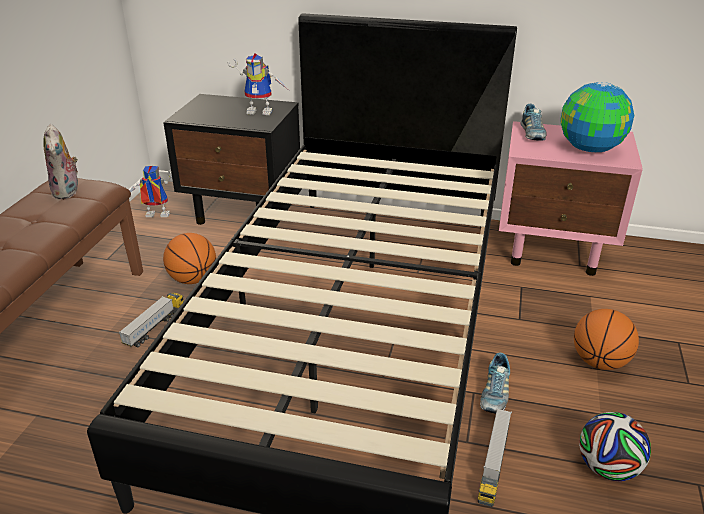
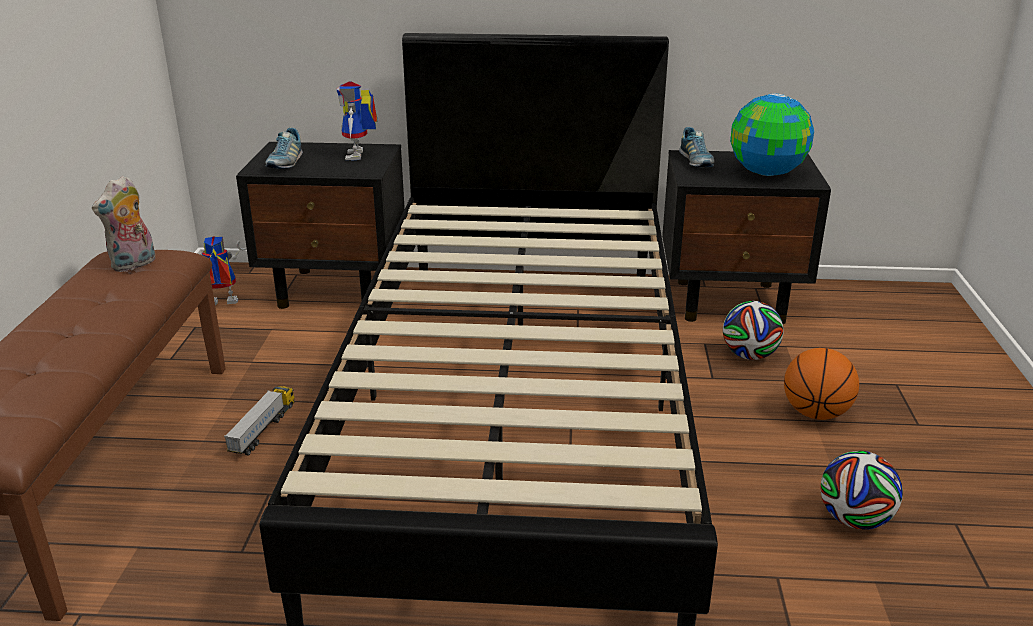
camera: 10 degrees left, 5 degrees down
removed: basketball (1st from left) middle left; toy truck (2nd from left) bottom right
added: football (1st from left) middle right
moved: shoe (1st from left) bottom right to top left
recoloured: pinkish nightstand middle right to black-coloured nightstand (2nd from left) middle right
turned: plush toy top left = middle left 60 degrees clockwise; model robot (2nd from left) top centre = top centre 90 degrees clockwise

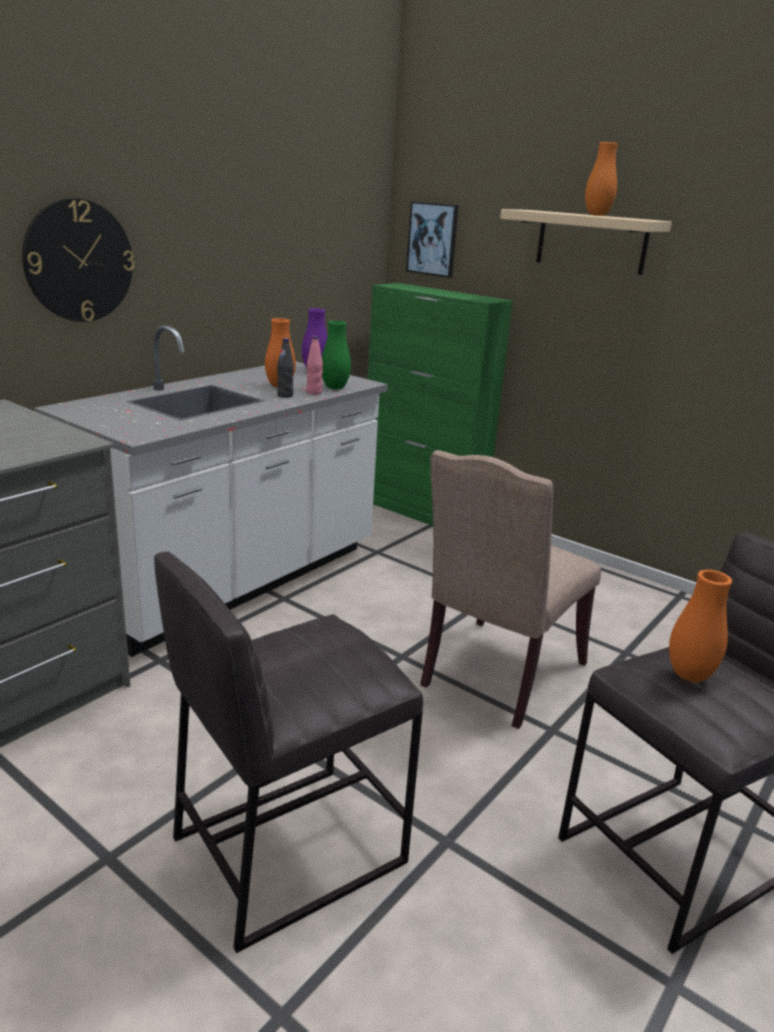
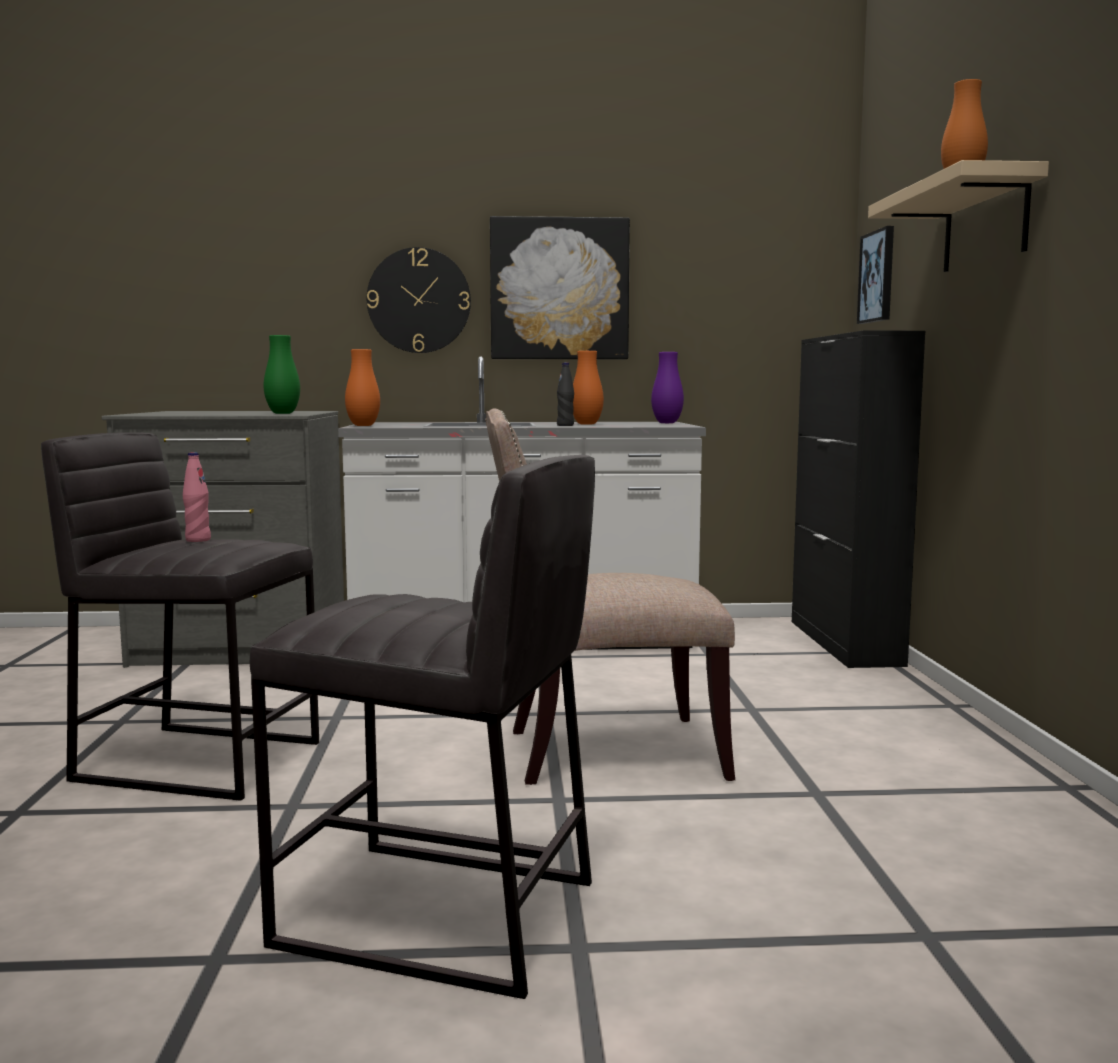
camera: 50 degrees right, 15 degrees down
added: wall picture (1st from left) top centre
moved: pinkish beverage bottle centre to middle left; green flower vase centre to middle left; orange-coloured flower vase (3rd from left in the first image) middle right to orange-coloured flower vase (1st from left) middle left
recoloured: green storage cabinet centre to black-coloured storage cabinet middle right

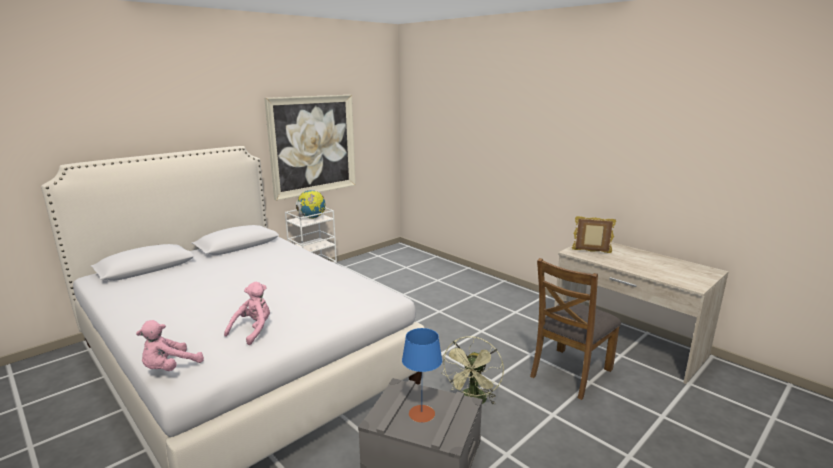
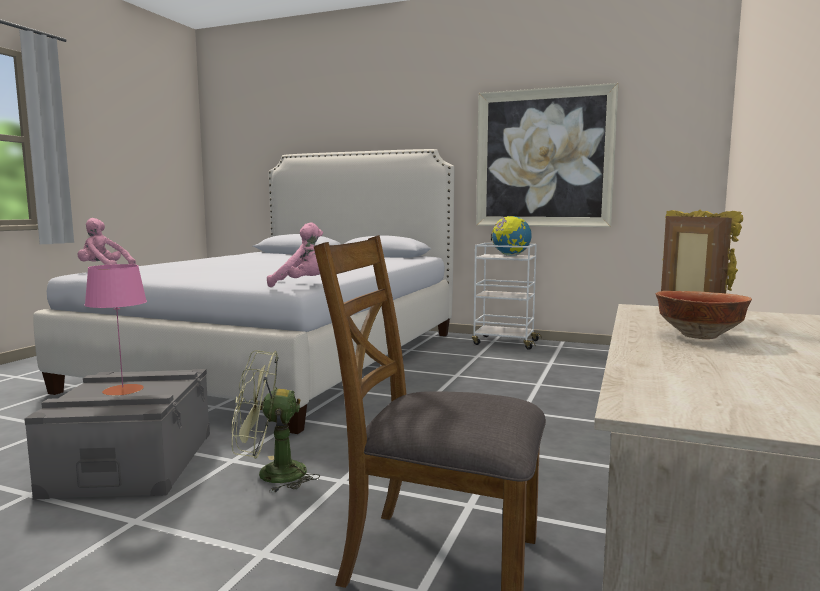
camera: 65 degrees right, 10 degrees down
added: serving bowl middle right
moved: pinkish plush toy (2nd from left) bottom left to centre
recoloured: blue lamp for a table bottom centre to pinkish lamp for a table middle left

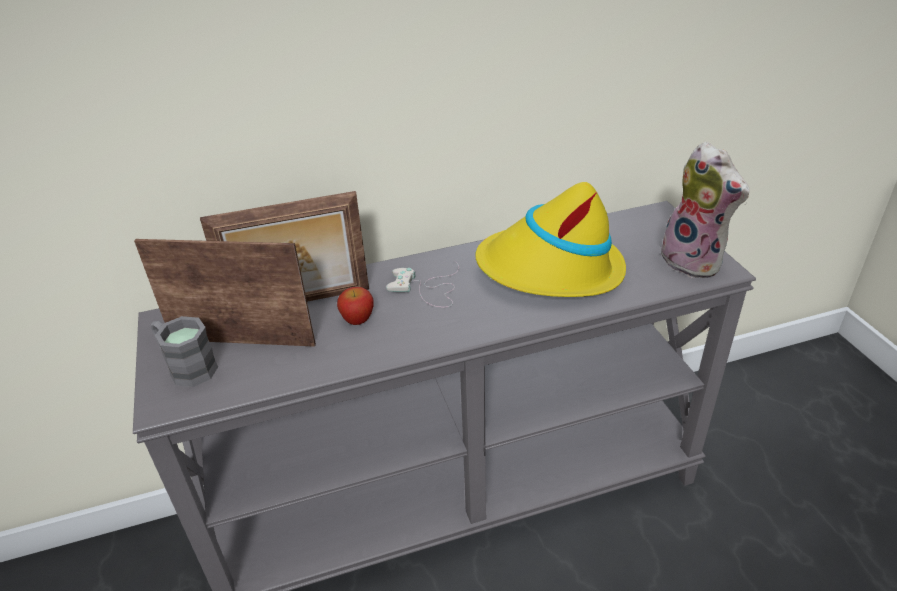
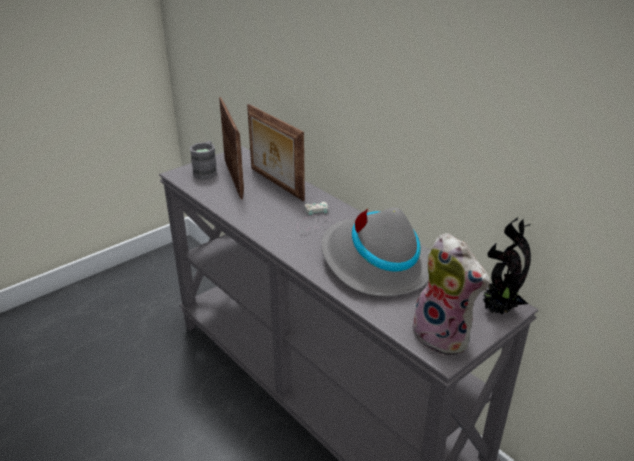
camera: 65 degrees right, 5 degrees down
removed: apple fruit centre
added: houseplant middle right
recoloured: yellow wearable hat centre to greyish wearable hat centre
turned: plush toy middle right = middle right 75 degrees counterclockwise

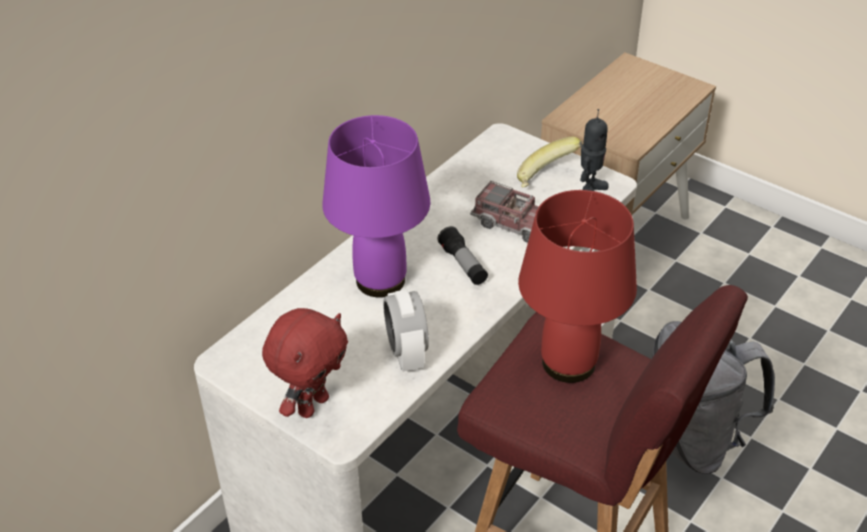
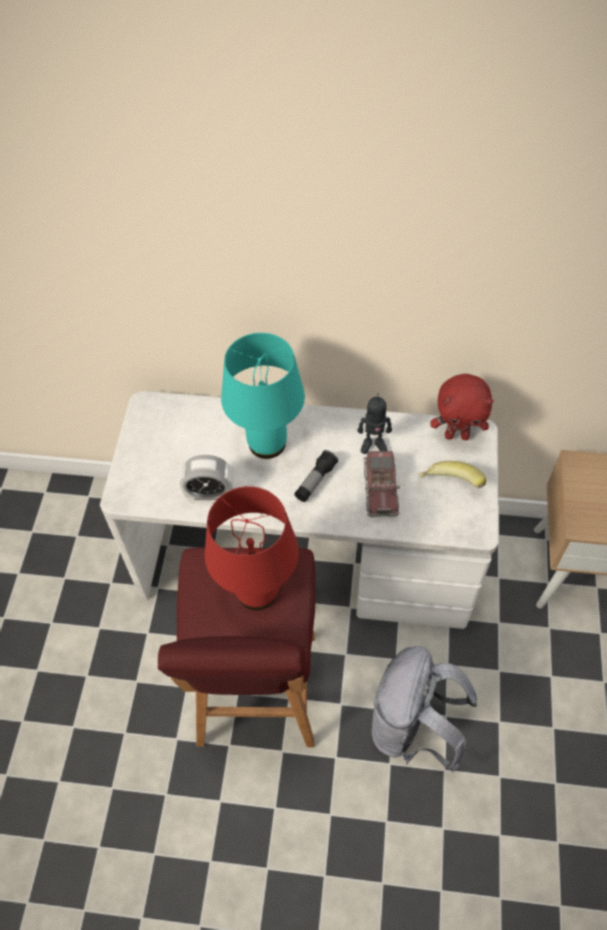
camera: 60 degrees right, 15 degrees up
moved: model robot top right to centre; red-coloured plush toy bottom centre to middle right
recoloured: purplish lamp for a table centre to blue-green lamp for a table centre
turned: table clock centre = centre 135 degrees counterclockwise

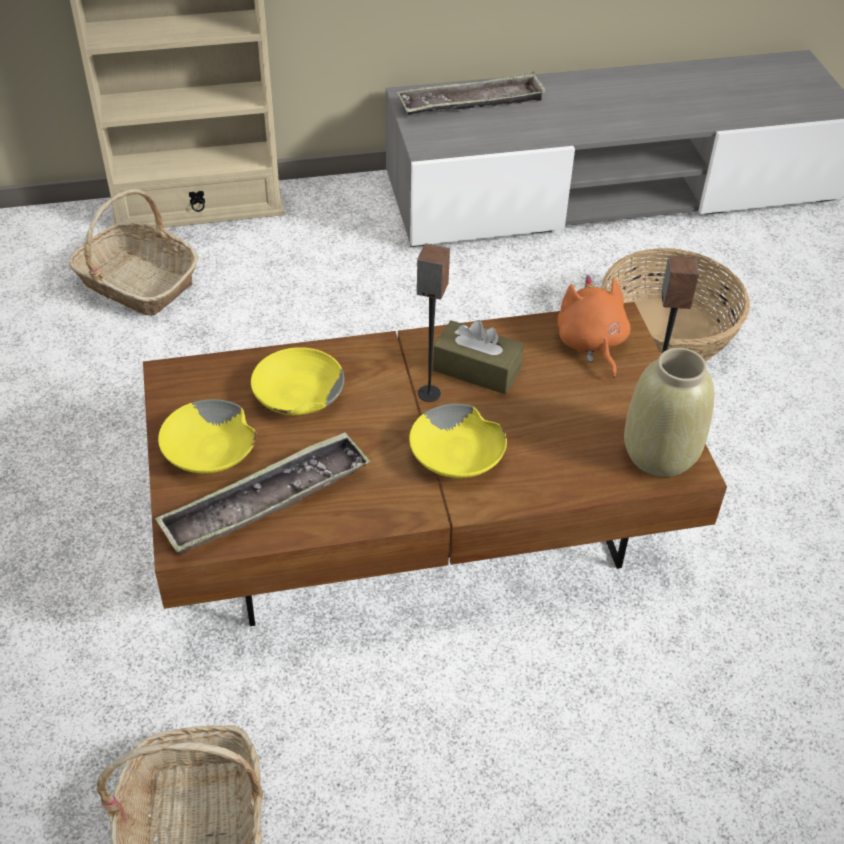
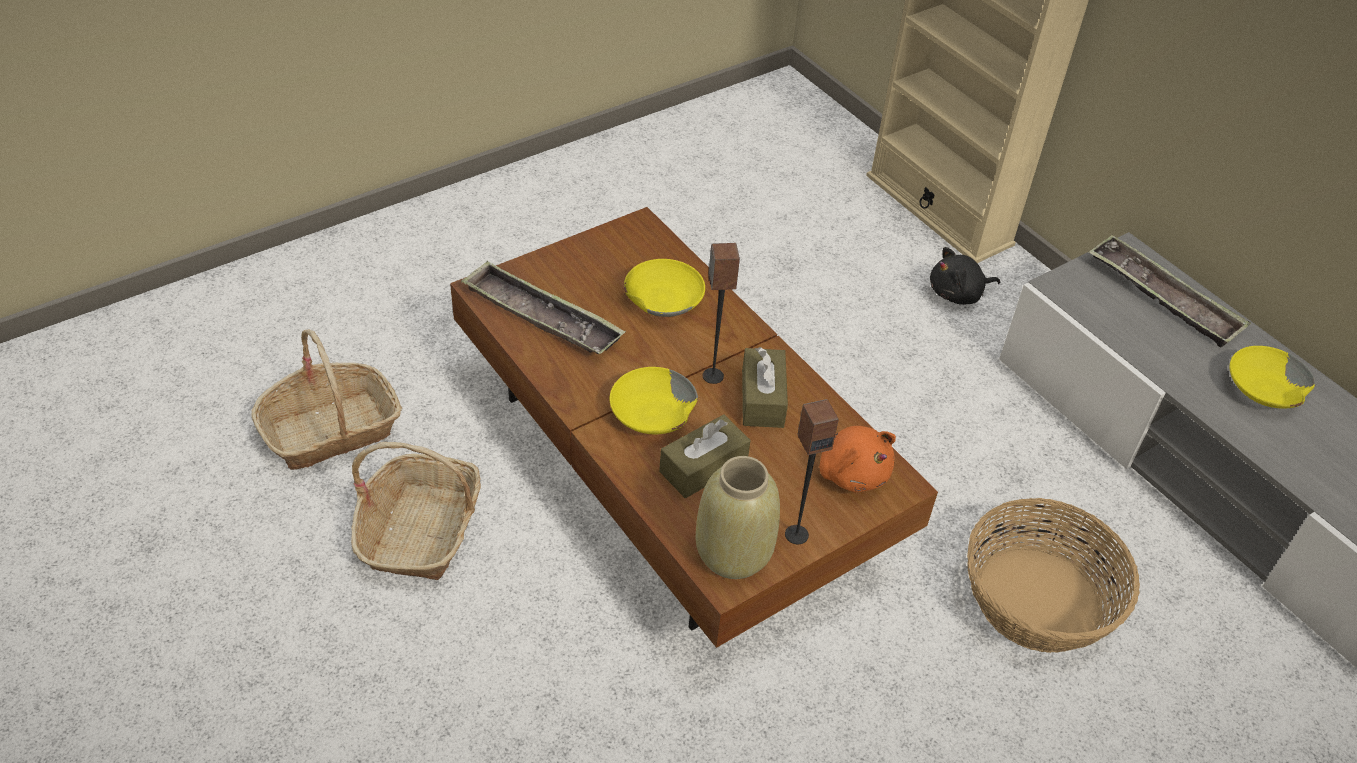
camera: 65 degrees right, 0 degrees up
added: brown-coloured tissue box (1st from left) centre; black-coloured plush toy middle right
moved: storage basket (1st from left in the first image) top left to storage basket (2nd from left) bottom left; yellow serving bowl (1st from left in the first image) middle left to yellow serving bowl (3rd from left) middle right
turned: orange-coloured plush toy middle right = centre 90 degrees clockwise

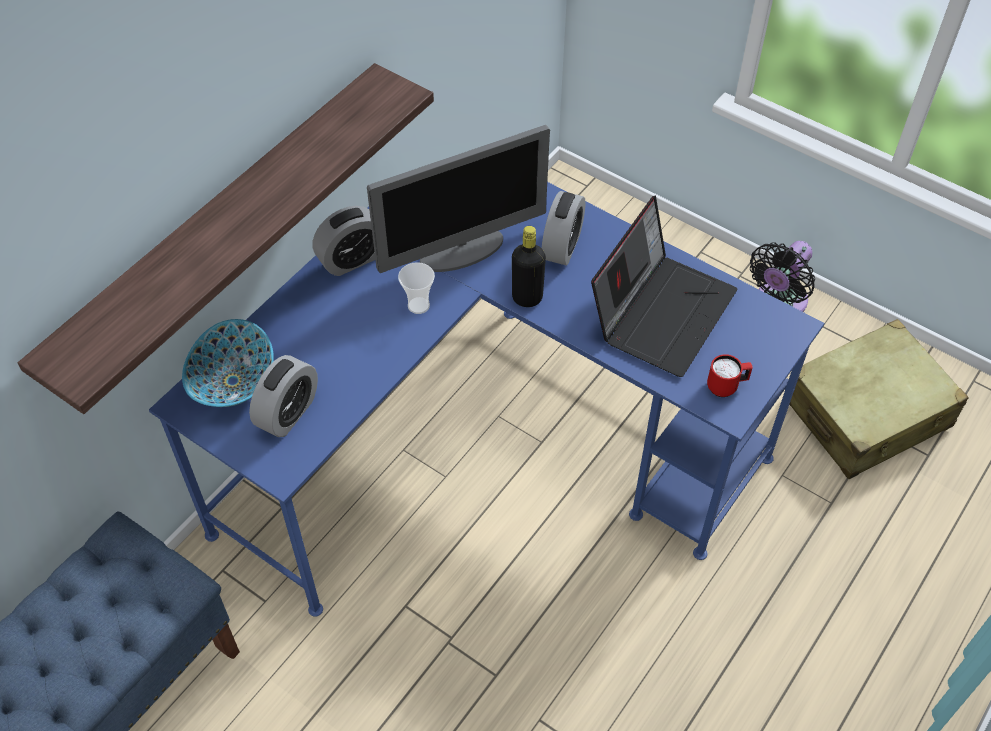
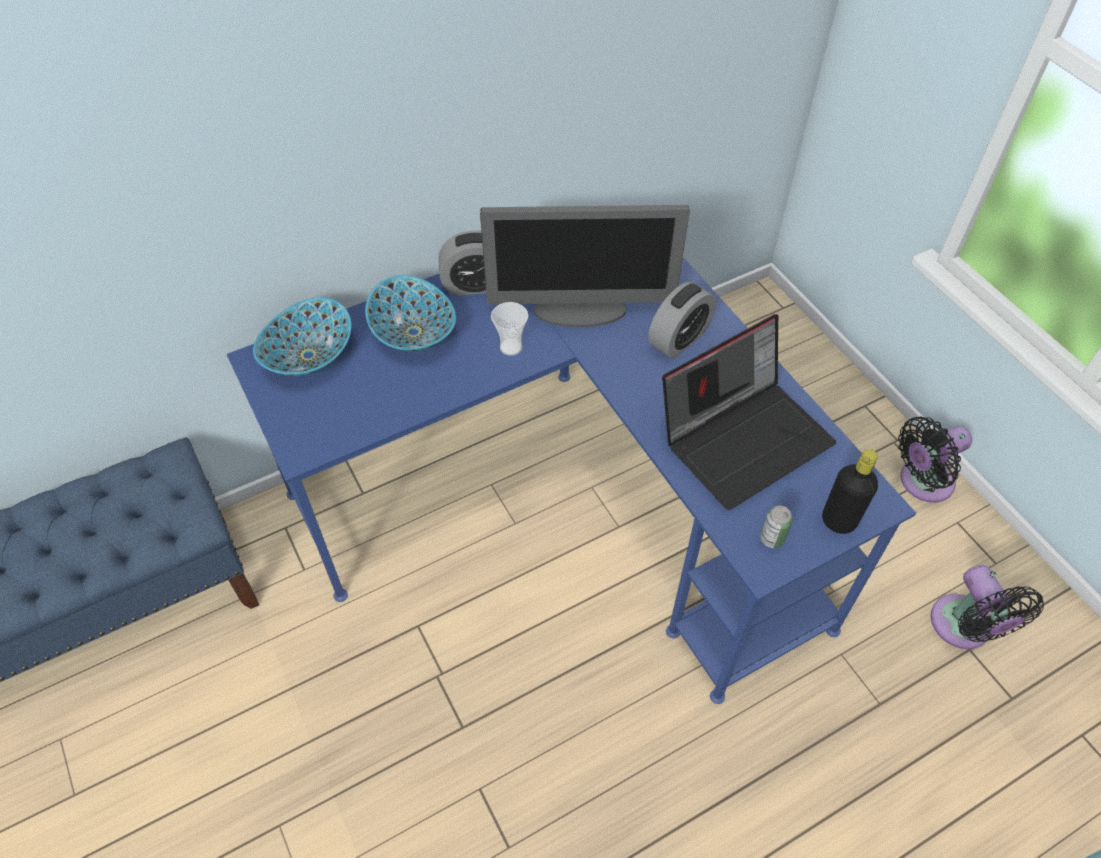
camera: 25 degrees right, 0 degrees up
removed: shelf top left; table clock (1st from left) middle left
added: serving bowl (2nd from left) centre
moved: black-coloured beverage bottle centre to middle right
replaced: red-coloured coffee mug middle right to sealed can middle right; beige-coloured travel case middle right to black-coloured fan (2nd from left) bottom right

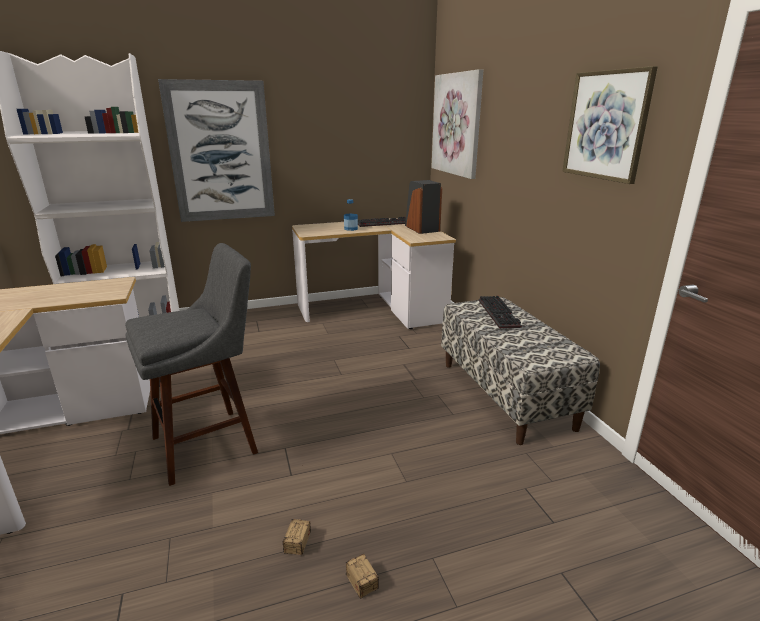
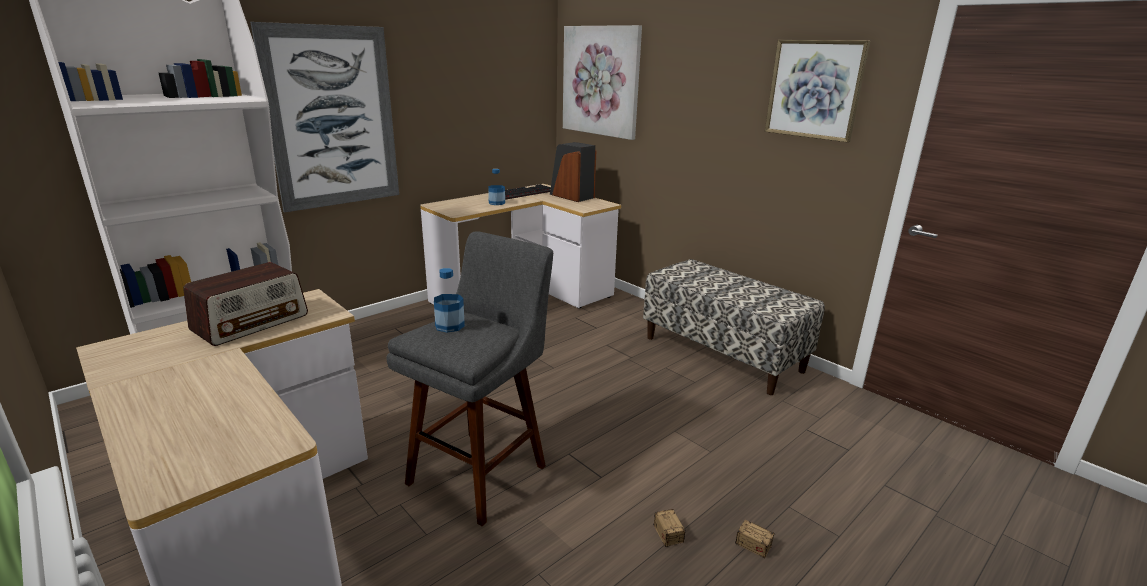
camera: 25 degrees left, 0 degrees up
removed: computer keyboard (2nd from left) centre
added: radio set middle left; beverage bottle (1st from left) centre

